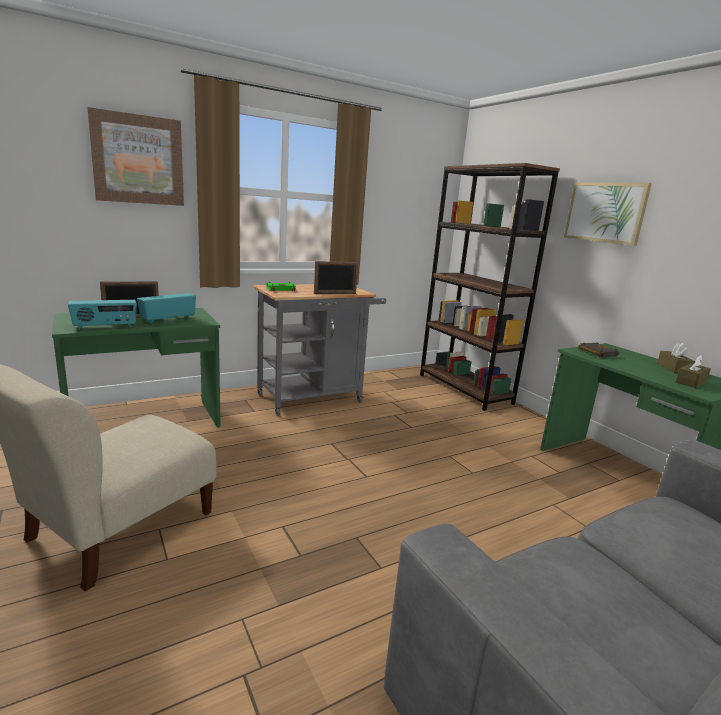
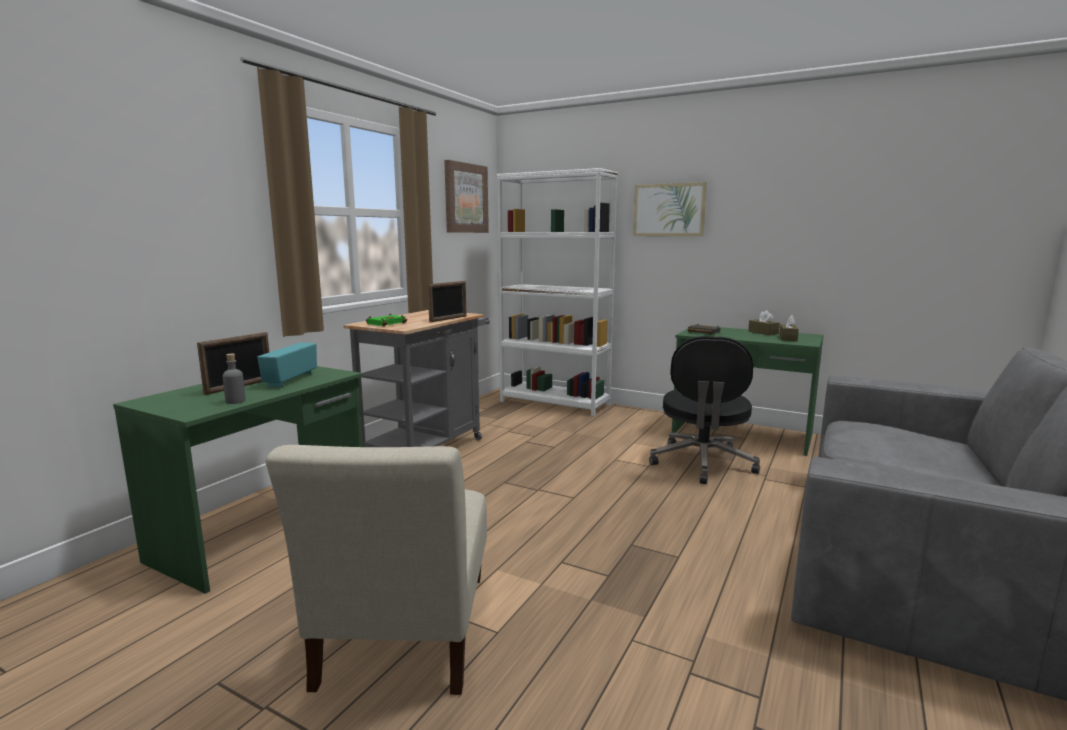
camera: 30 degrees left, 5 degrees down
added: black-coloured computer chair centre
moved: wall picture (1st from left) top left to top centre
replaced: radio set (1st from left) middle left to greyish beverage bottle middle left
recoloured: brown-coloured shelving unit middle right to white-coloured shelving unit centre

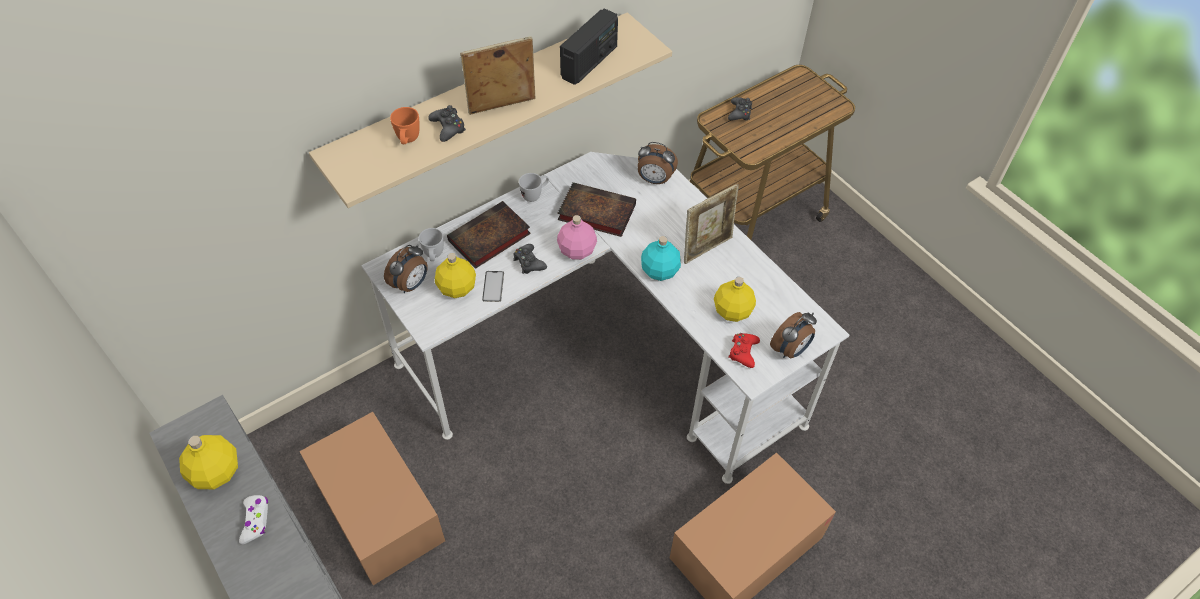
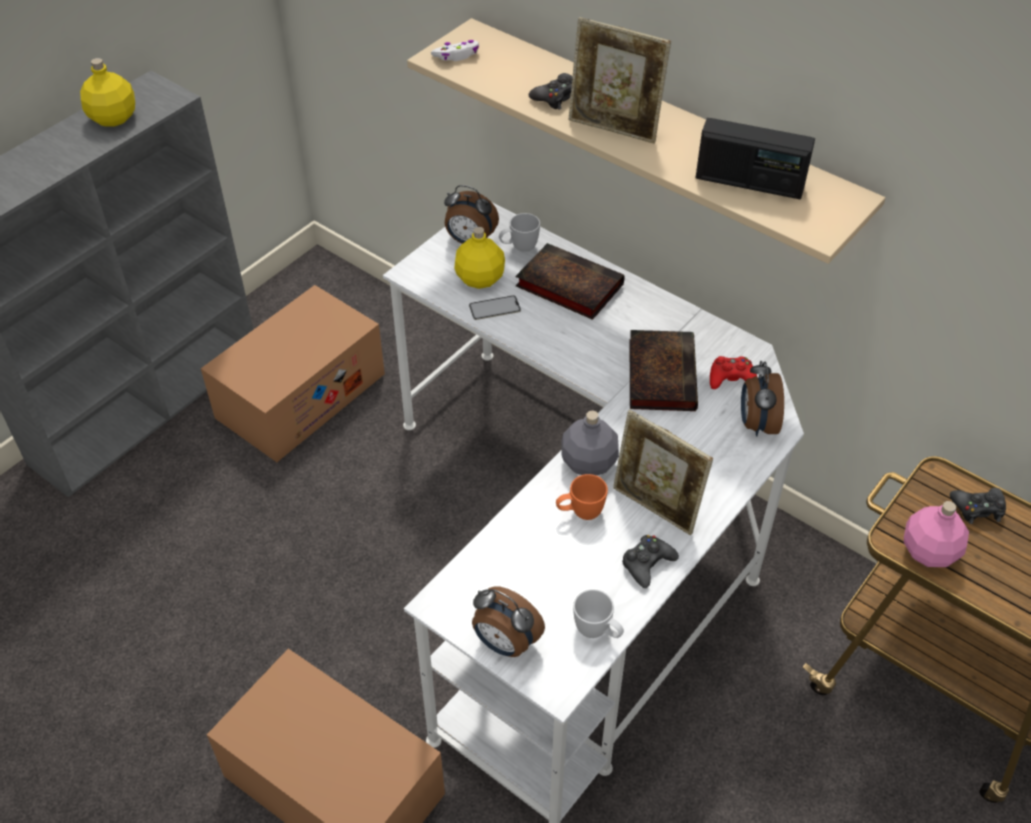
camera: 75 degrees right, 5 degrees down
removed: yellow beverage bottle (3rd from left) centre
moved: white-coloured gamepad bottom left to top centre; orange-coloured coffee mug top centre to centre; white-coloured coffee mug (2nd from left) top centre to bottom centre; black-coloured gamepad (2nd from left) centre to bottom centre; red-coloured gamepad centre to middle right; pinkish beverage bottle centre to middle right
recoloured: blue-green beverage bottle centre to greyish beverage bottle centre
turned: photo frame (1st from left) top centre = top centre 150 degrees clockwise

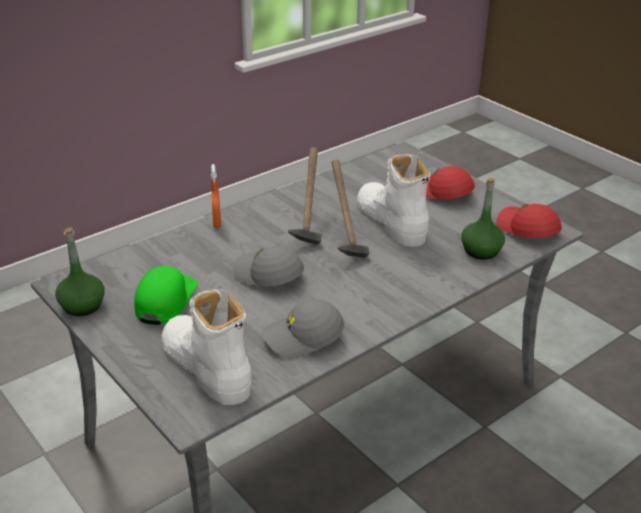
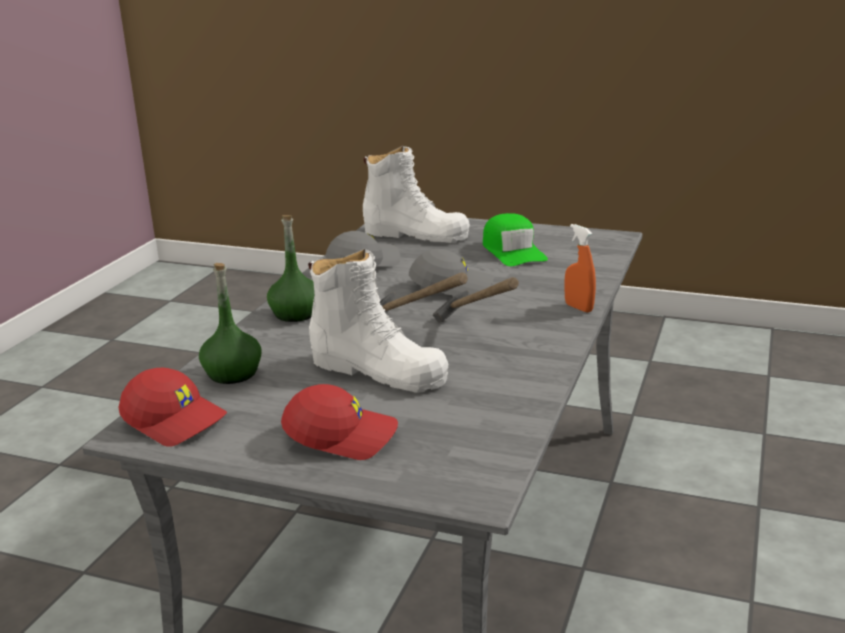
camera: 150 degrees right, 10 degrees down
moved: green beverage bottle (1st from left in the first image) middle left to green beverage bottle (2nd from left) centre

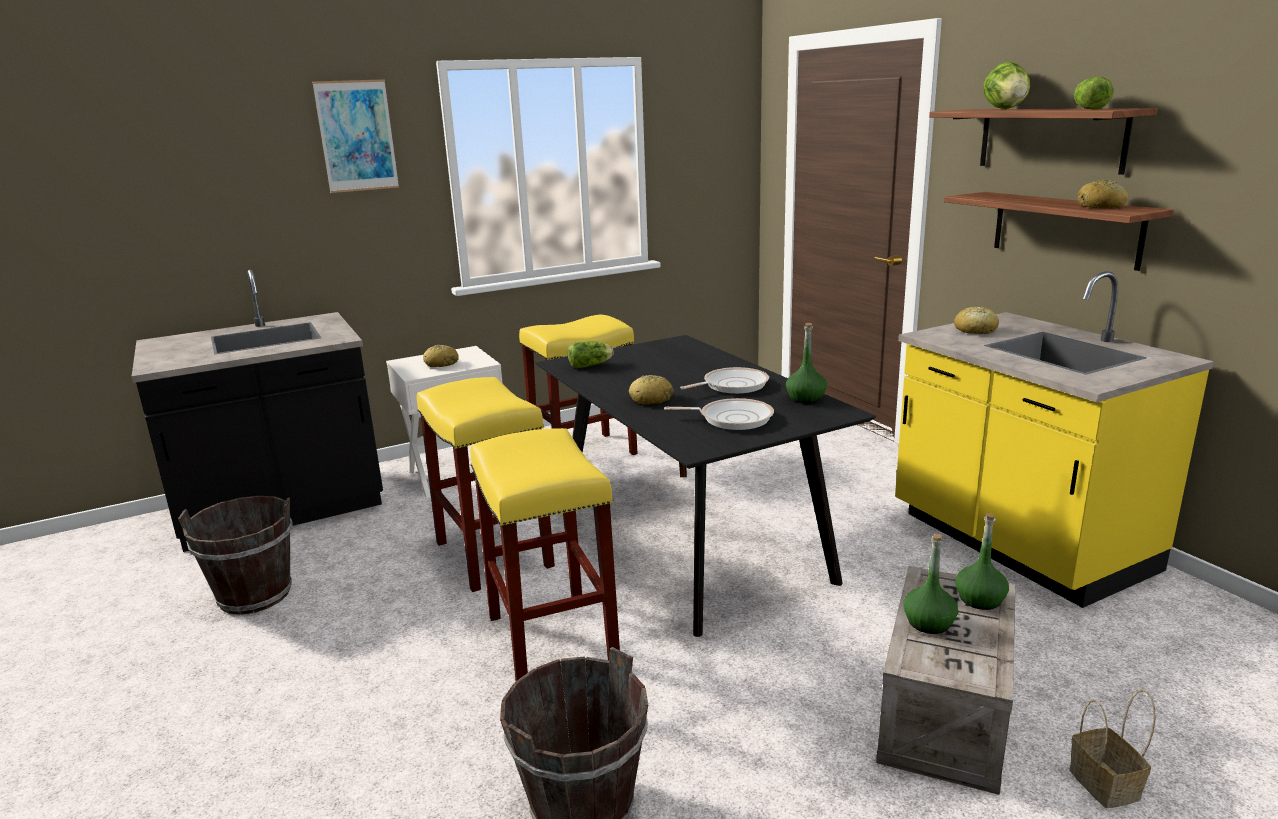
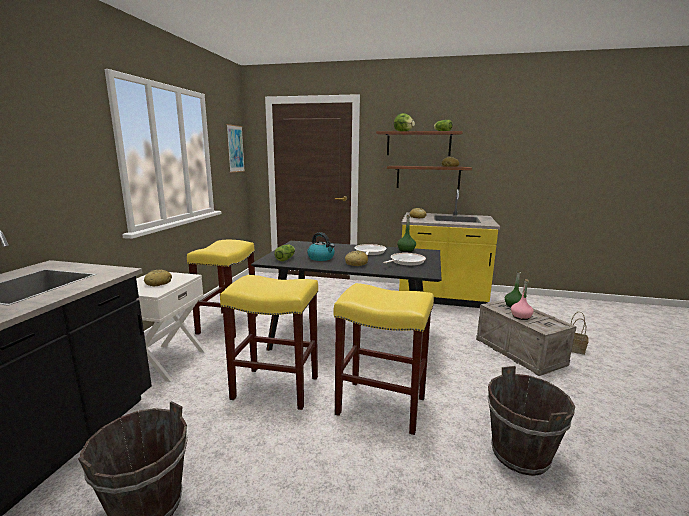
camera: 50 degrees left, 5 degrees down
added: tea kettle centre
moved: wall picture top left to top centre
recoloured: green beverage bottle (2nd from left) bottom right to pinkish beverage bottle middle right

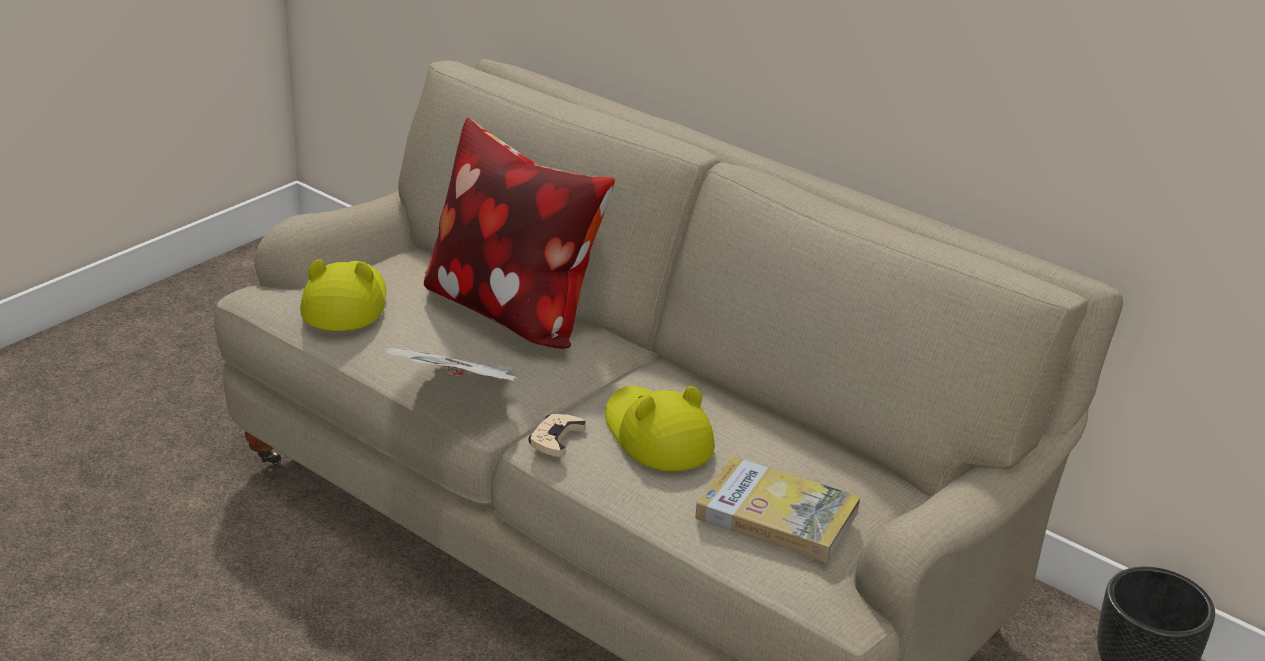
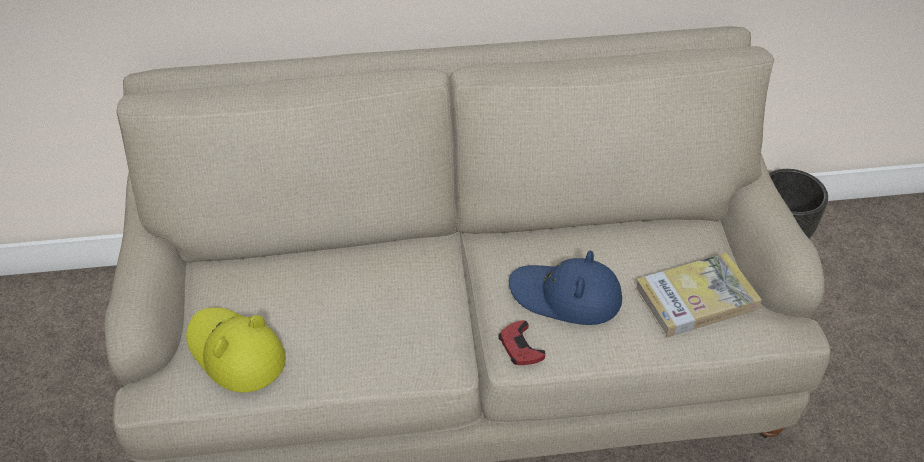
camera: 45 degrees left, 15 degrees up
removed: printed paper centre; cushion centre
recoloured: beige-coloured gamepad centre to red-coloured gamepad bottom centre; yellow wearable hat (2nd from left) centre to blue wearable hat centre

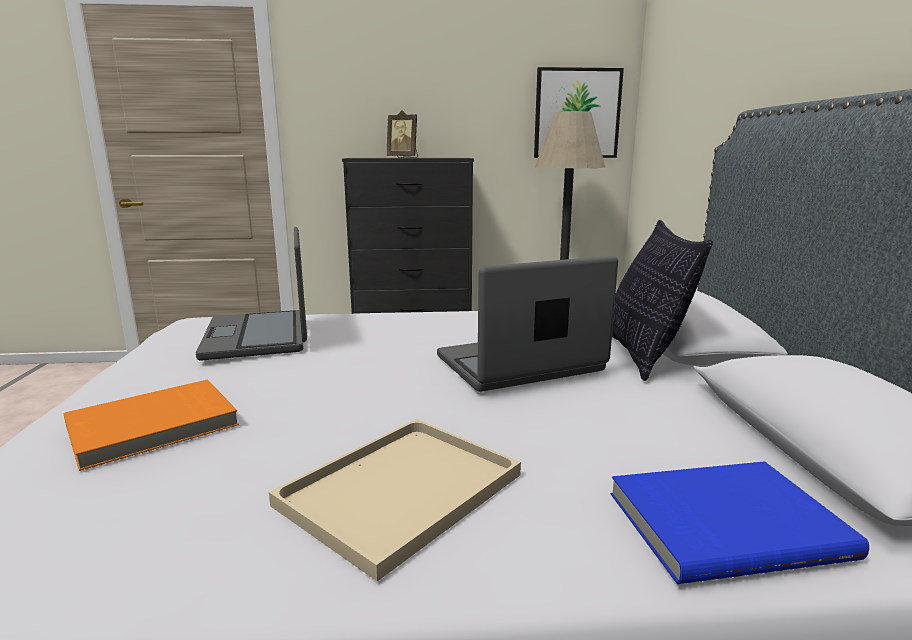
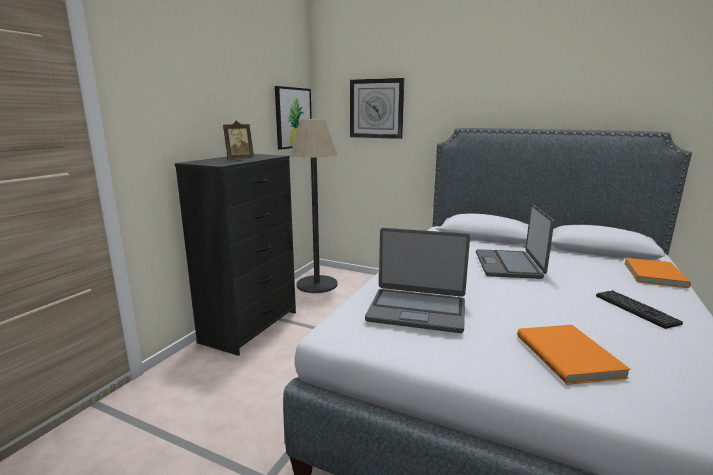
camera: 60 degrees left, 0 degrees up
removed: cushion middle right
added: hanging clock top centre
replaced: beige-coloured carrying tray bottom centre to computer keyboard middle right
recoloured: blue bound book bottom right to orange-coloured bound book (2nd from left) middle right

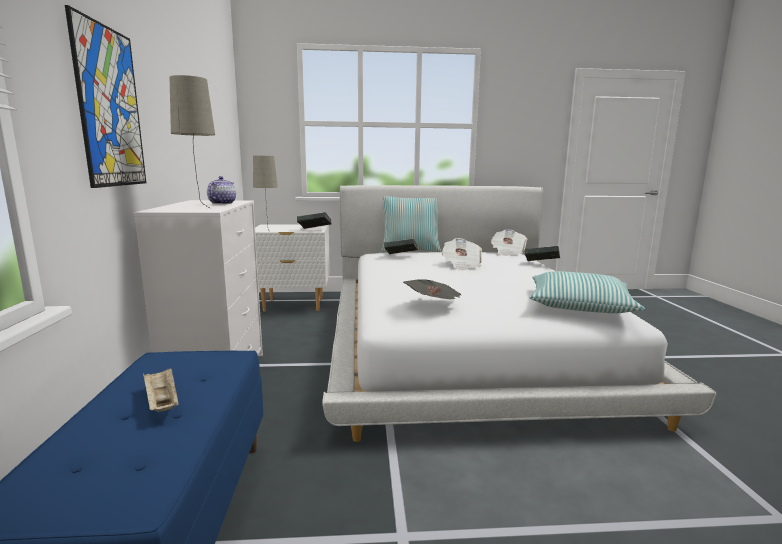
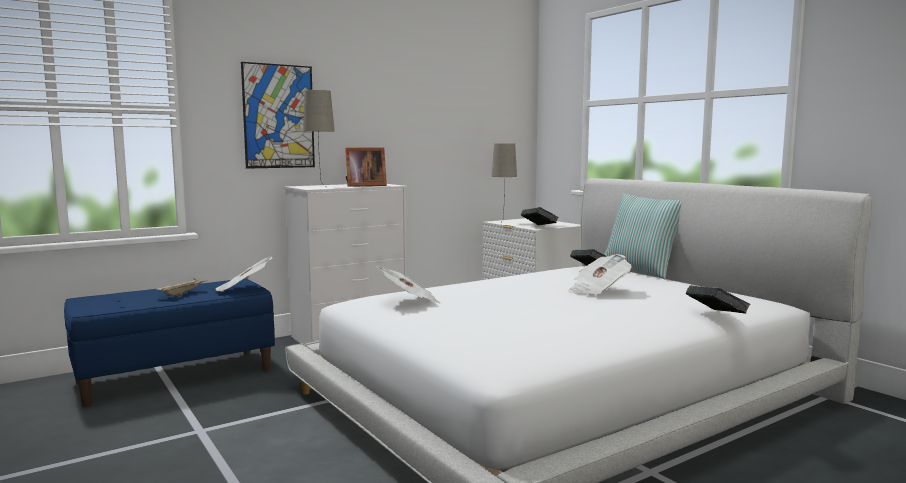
camera: 60 degrees right, 5 degrees down
removed: cushion (2nd from left) middle right
moved: printed paper (3rd from left in the first image) centre to printed paper (1st from left) middle left
replaced: pot for tea middle left to photo frame centre

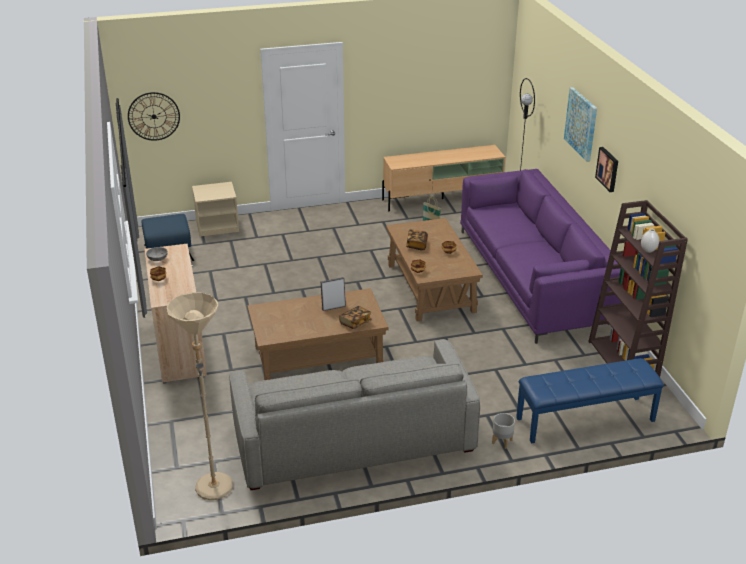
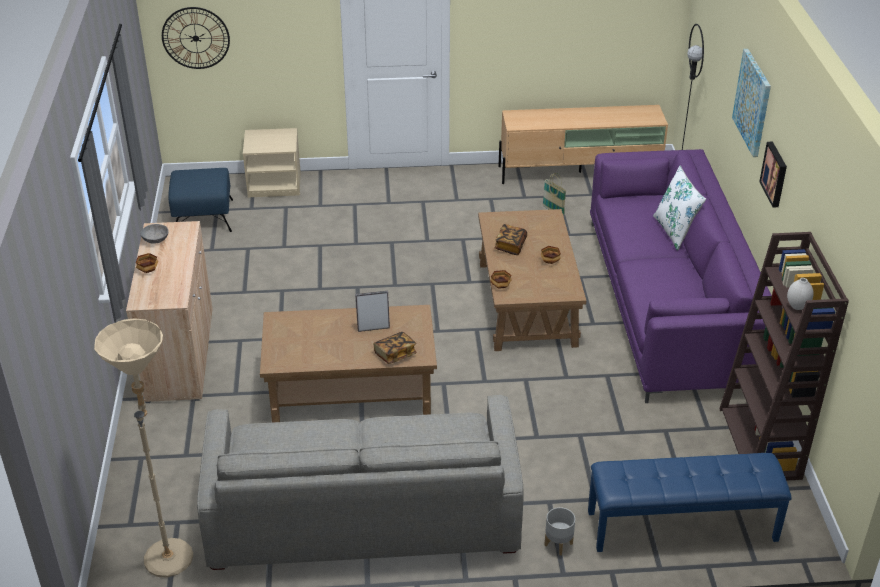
camera: 10 degrees right, 5 degrees up
added: white-coloured cushion middle right

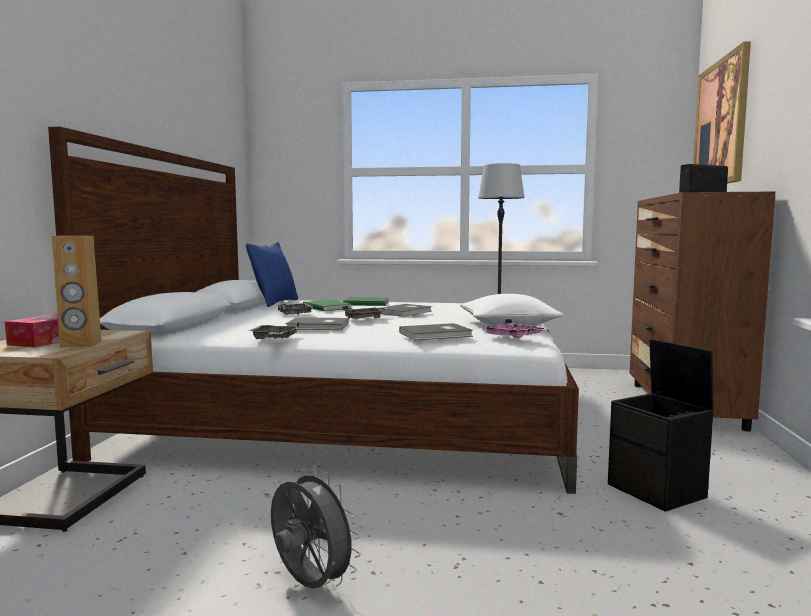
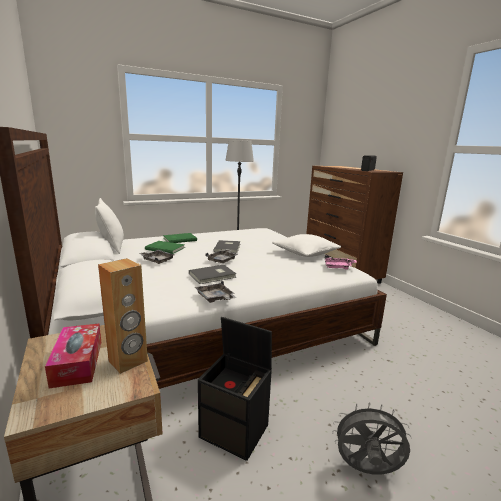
camera: 35 degrees left, 10 degrees up
removed: greyish bound book (3rd from left) centre; wall picture top right
moved: black-coloured storage box bottom right to bottom centre
recoloured: blue cushion centre to white-coloured cushion (1st from left) middle left

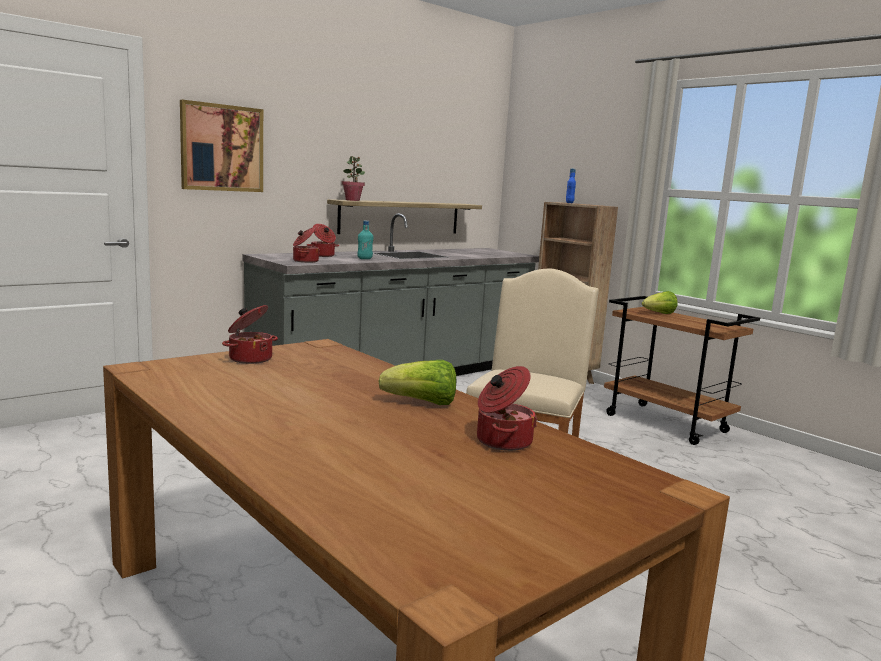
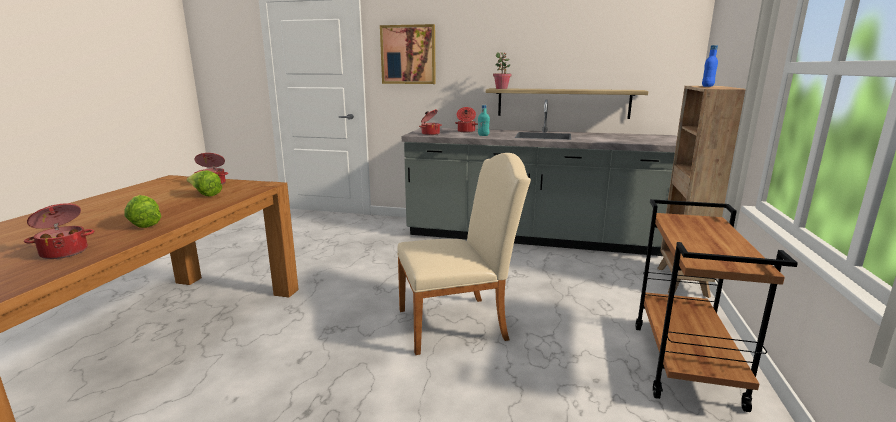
camera: 55 degrees right, 5 degrees up
moved: head of lettuce (2nd from left) middle right to middle left

